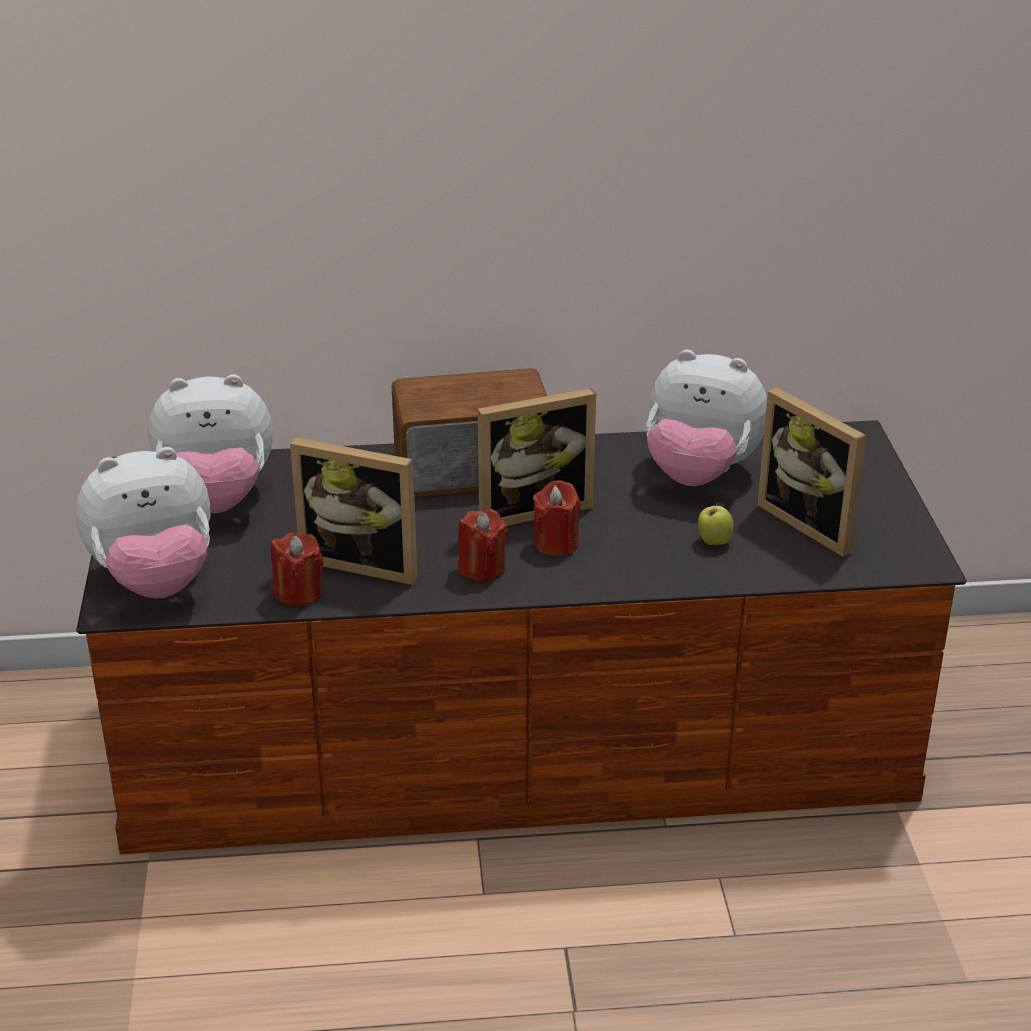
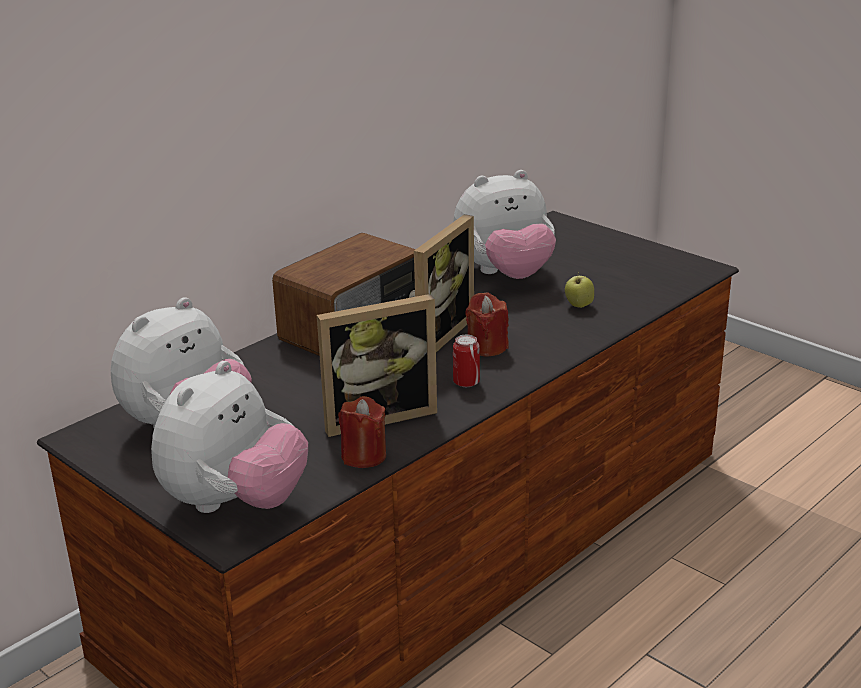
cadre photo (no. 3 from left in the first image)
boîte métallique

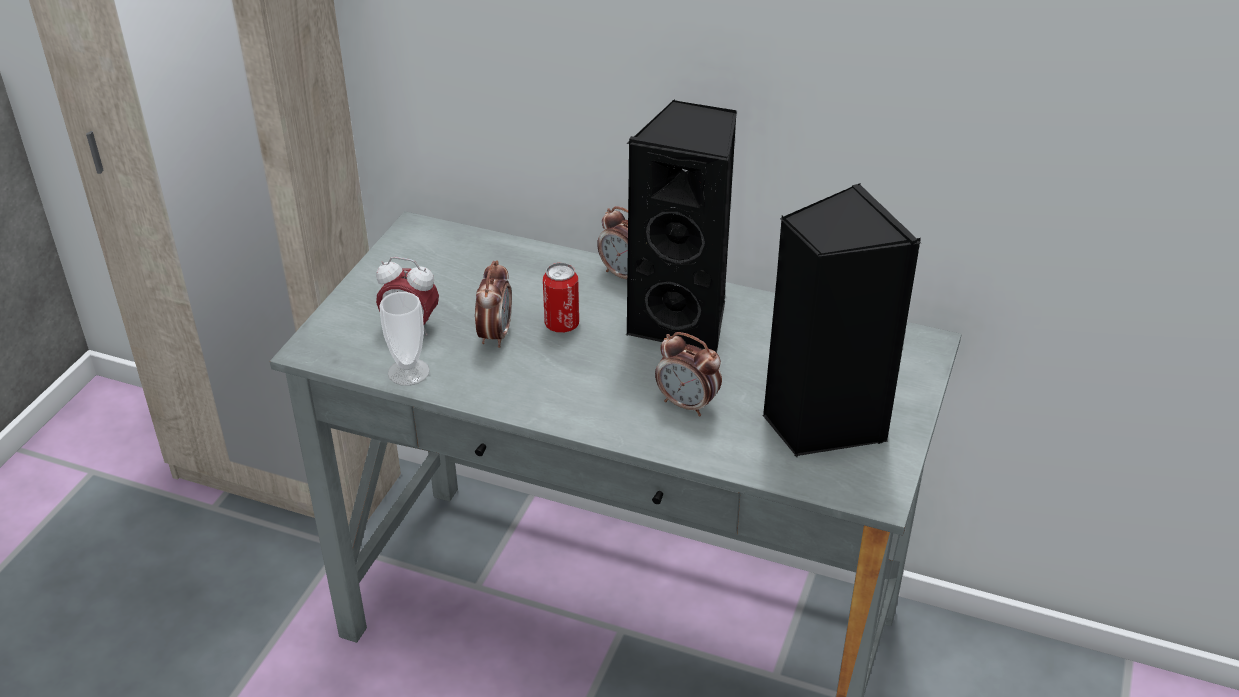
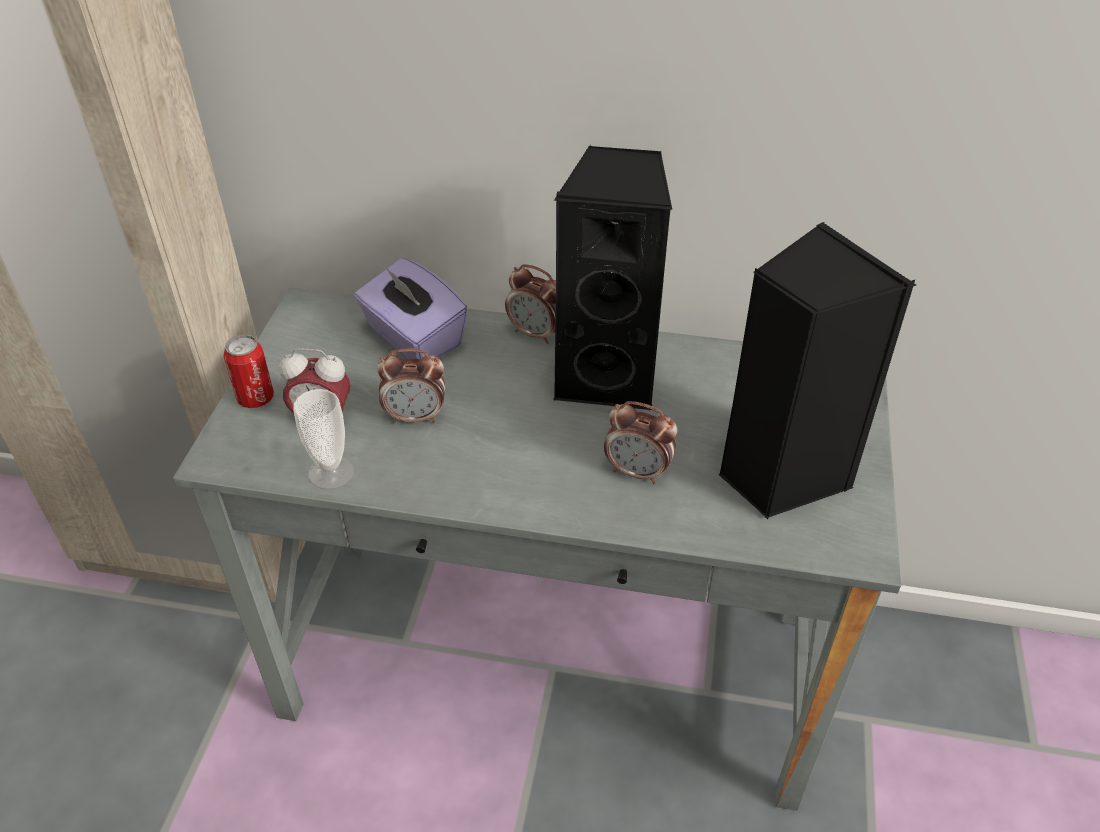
boîte à mouchoirs (violet)
boîte métallique
réveil (no. 2 from left)

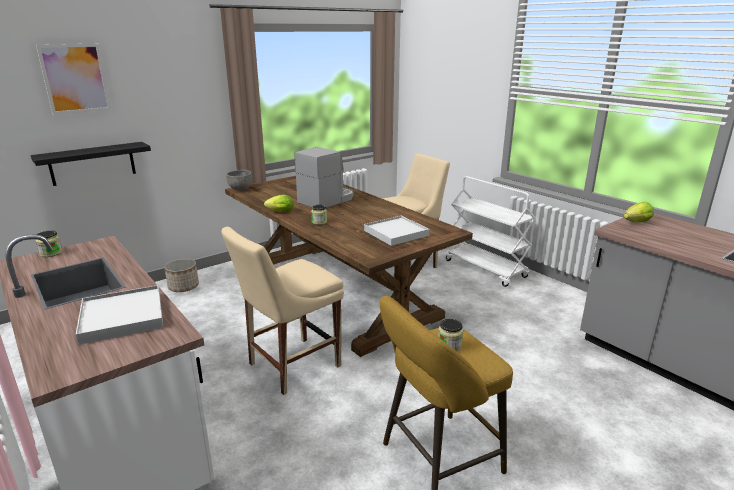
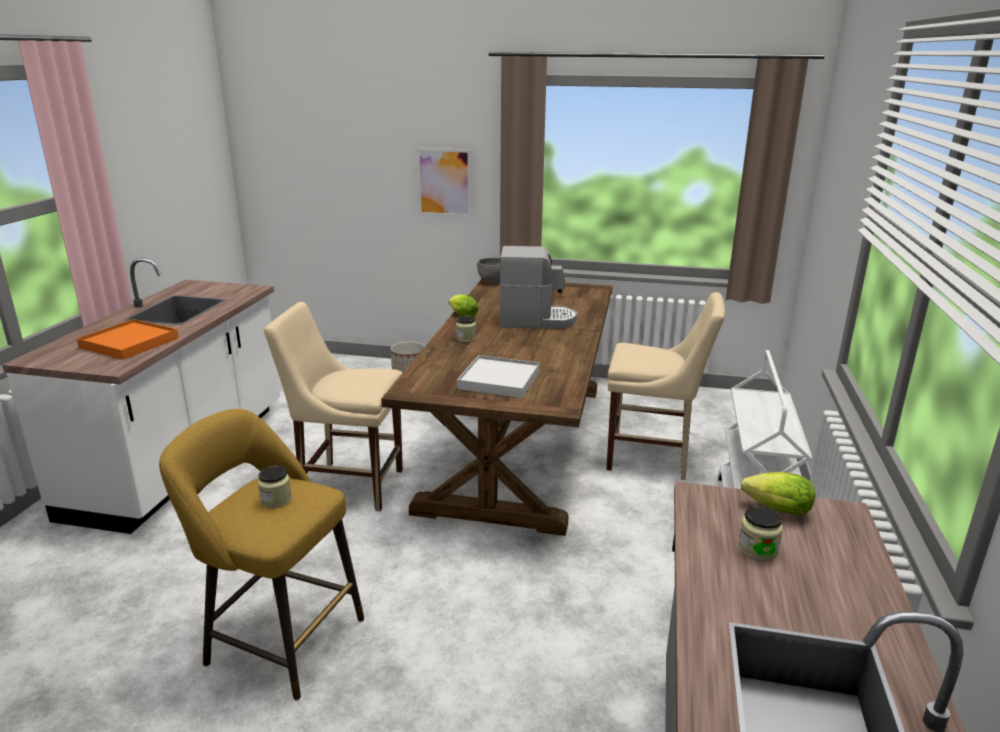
étagère (noir)
tableau
bocal (no. 3 from left)
plateau (orange)

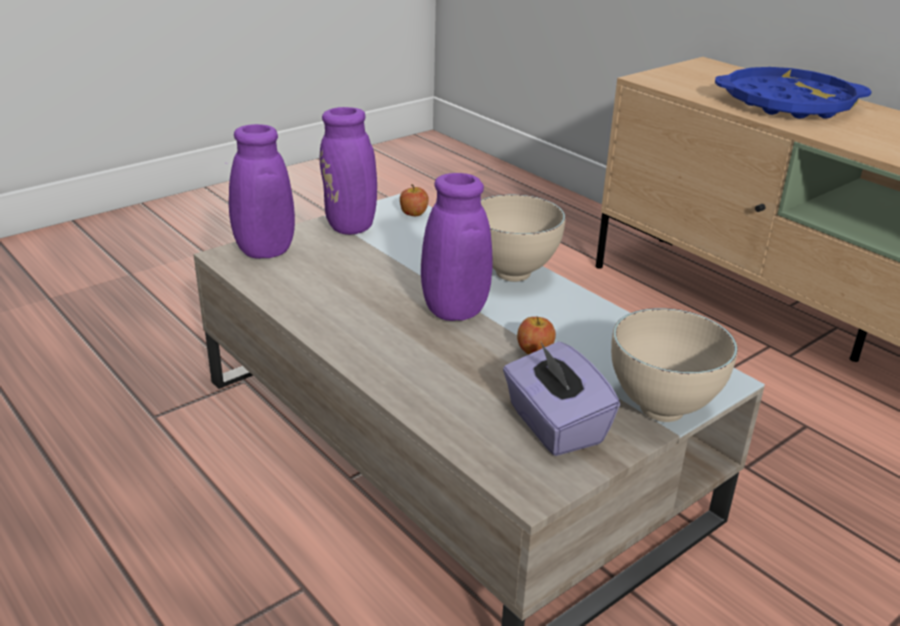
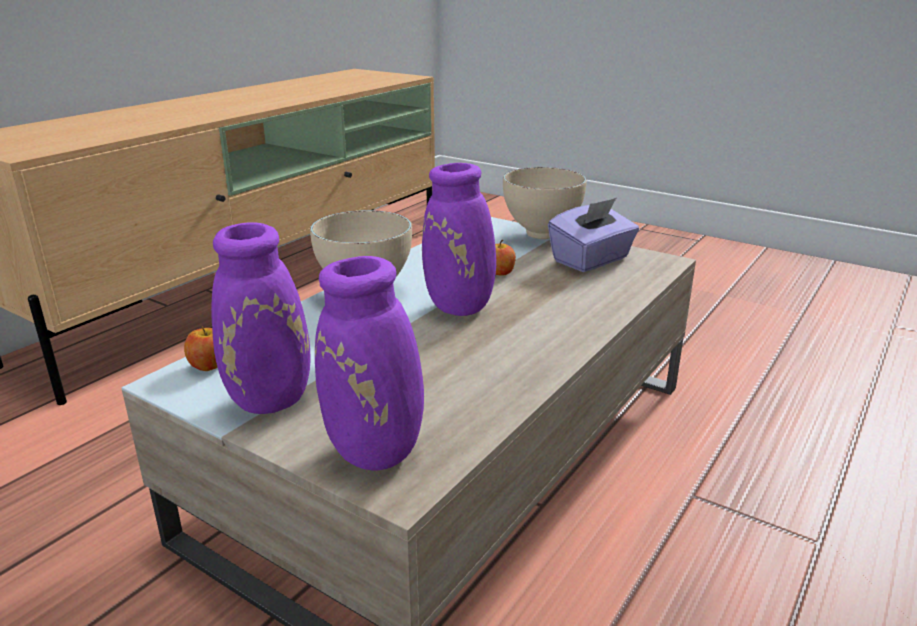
plateau (bleu)

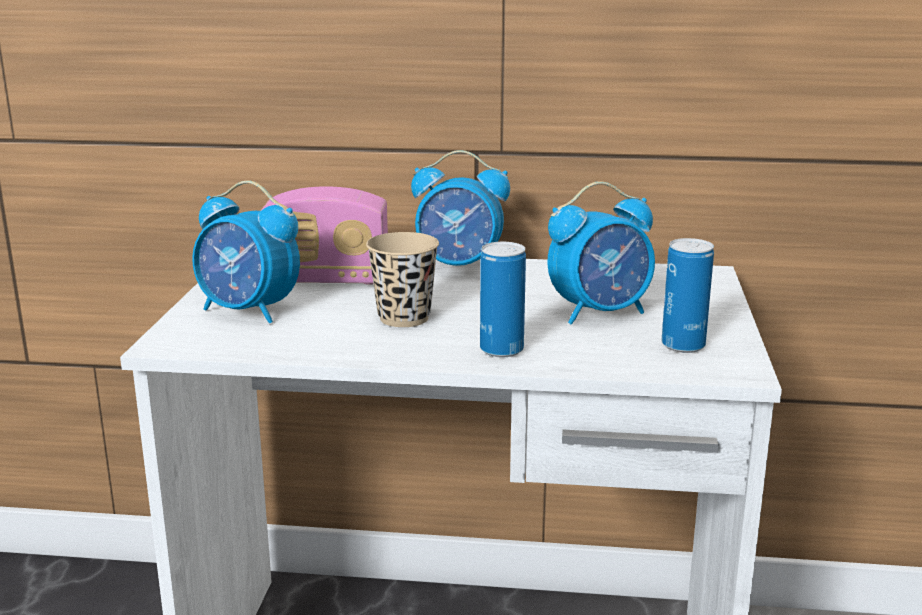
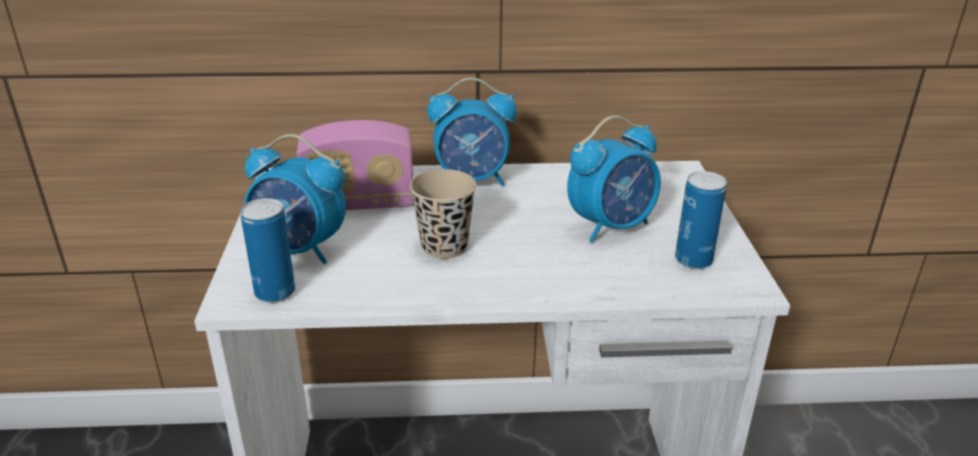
boîte métallique (no. 1 from left)

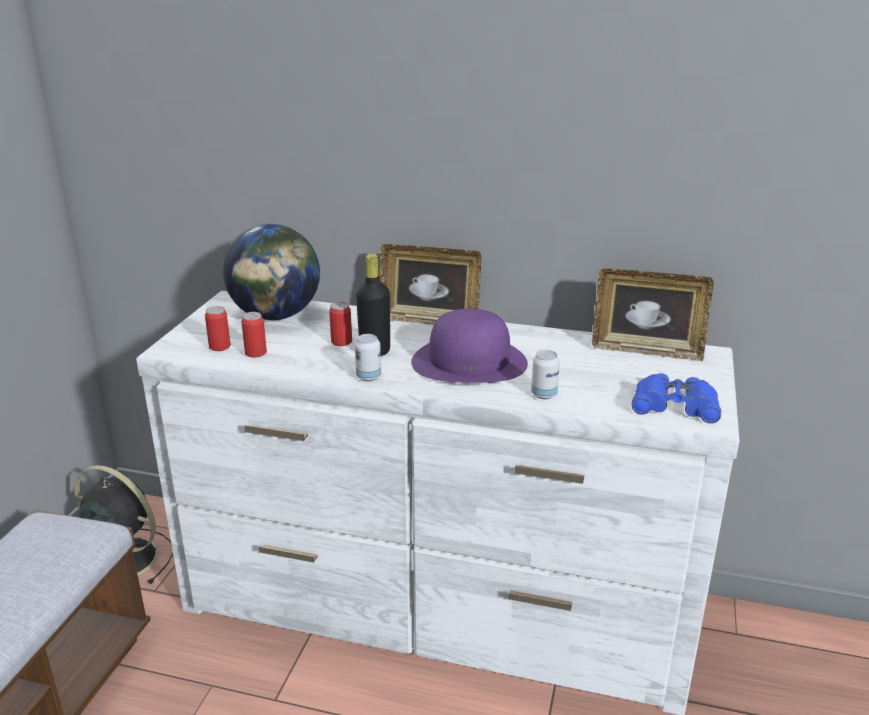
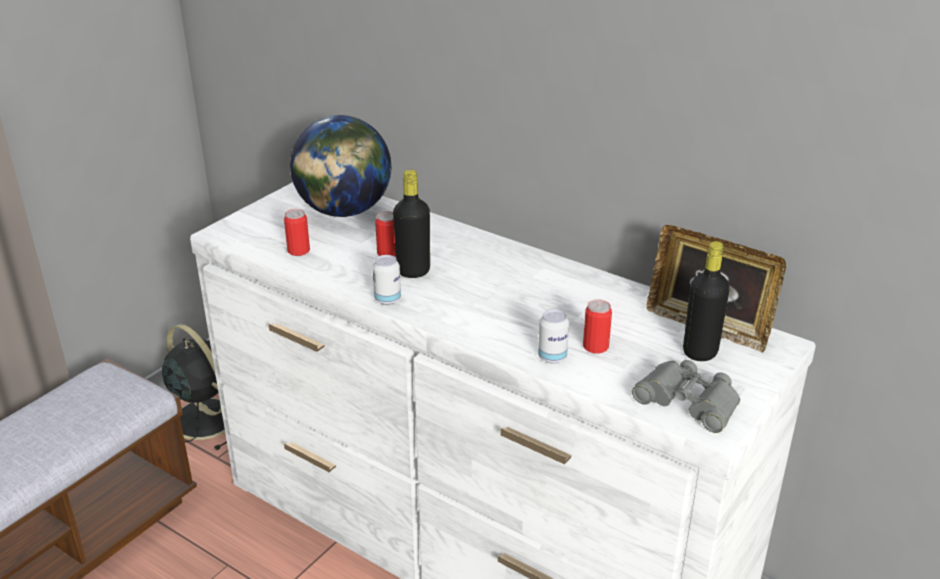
cadre photo (no. 1 from left in the first image)
chapeau (violet)
bouteille (noir) (no. 2 from left)
boîte métallique (no. 5 from left)
jumelles (gris)

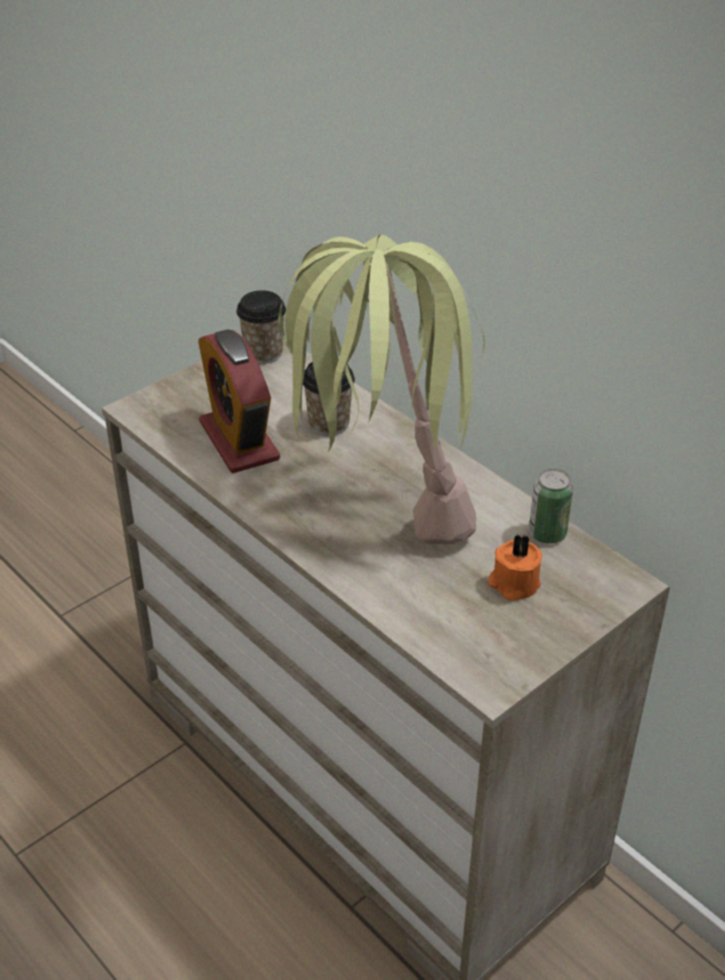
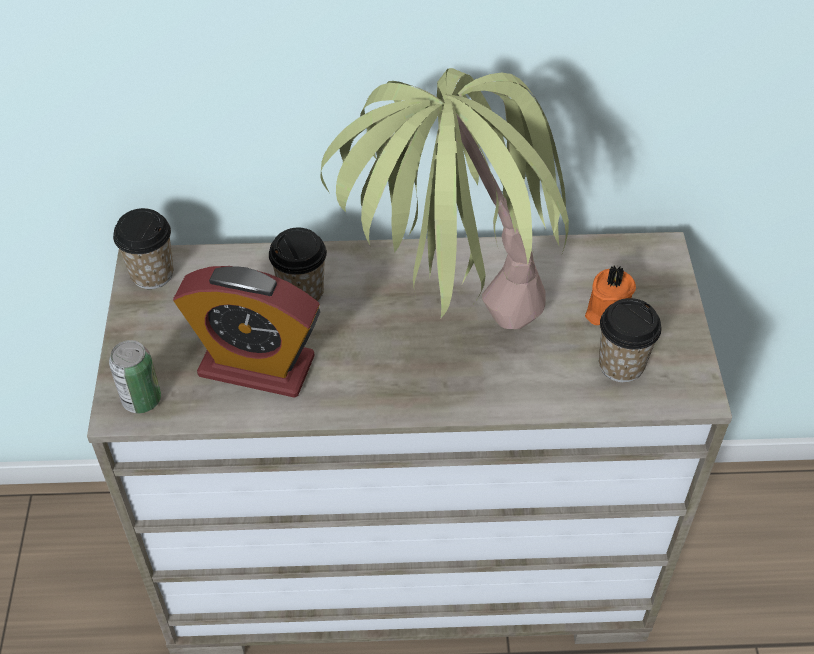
tasse (no. 3 from left)
boîte métallique

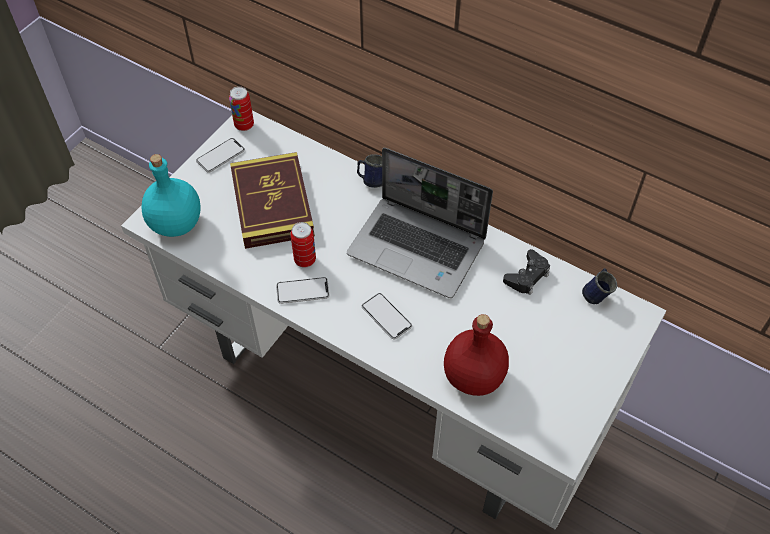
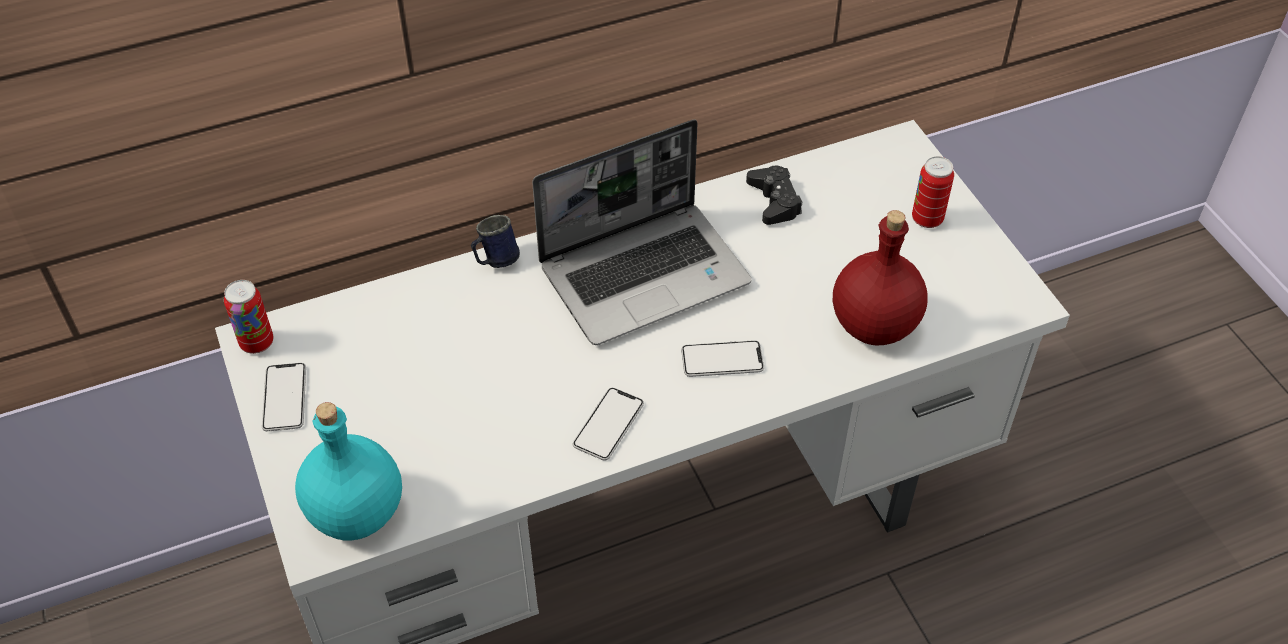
livre
mug (bleu) (no. 2 from left in the first image)
boîte métallique (no. 2 from left)

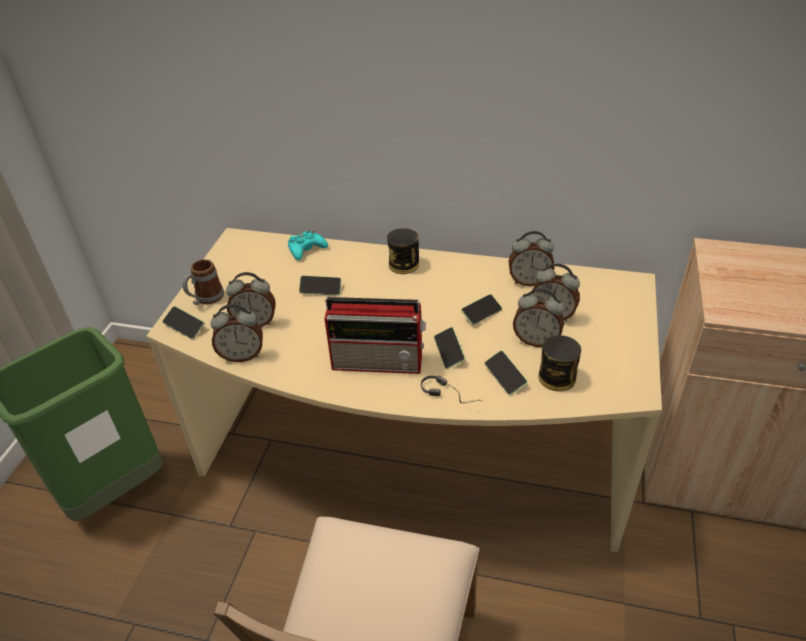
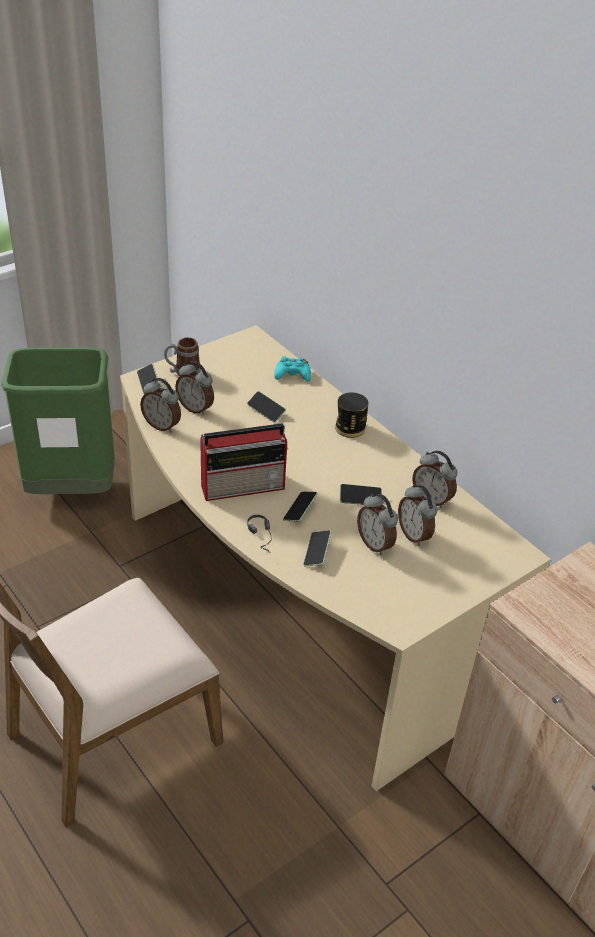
boîte métallique (no. 2 from left in the first image)
radio

